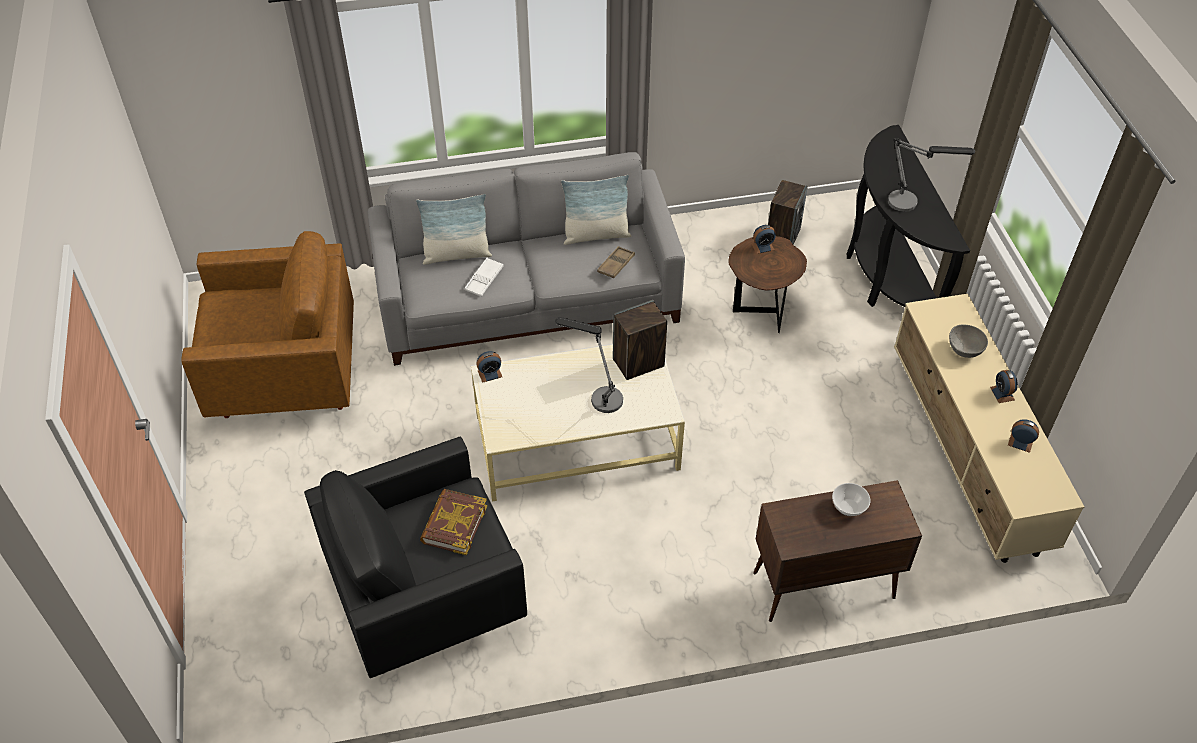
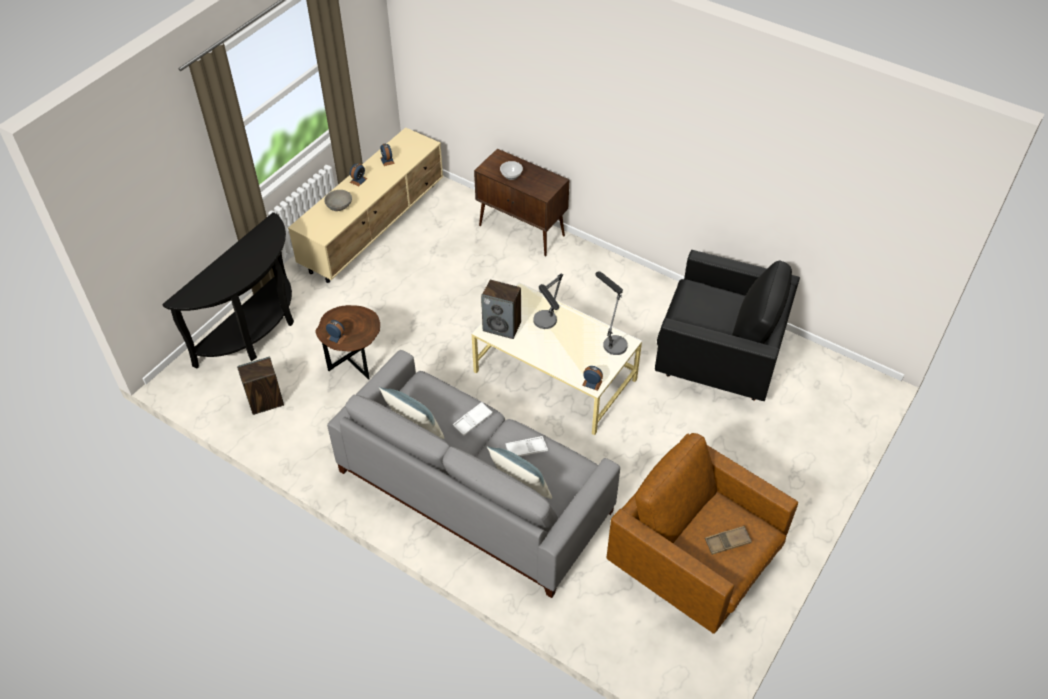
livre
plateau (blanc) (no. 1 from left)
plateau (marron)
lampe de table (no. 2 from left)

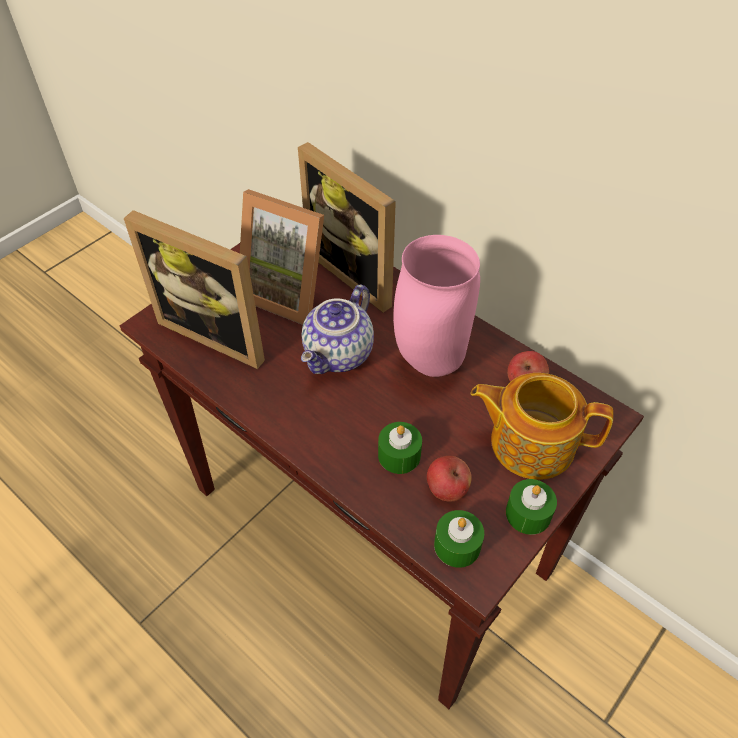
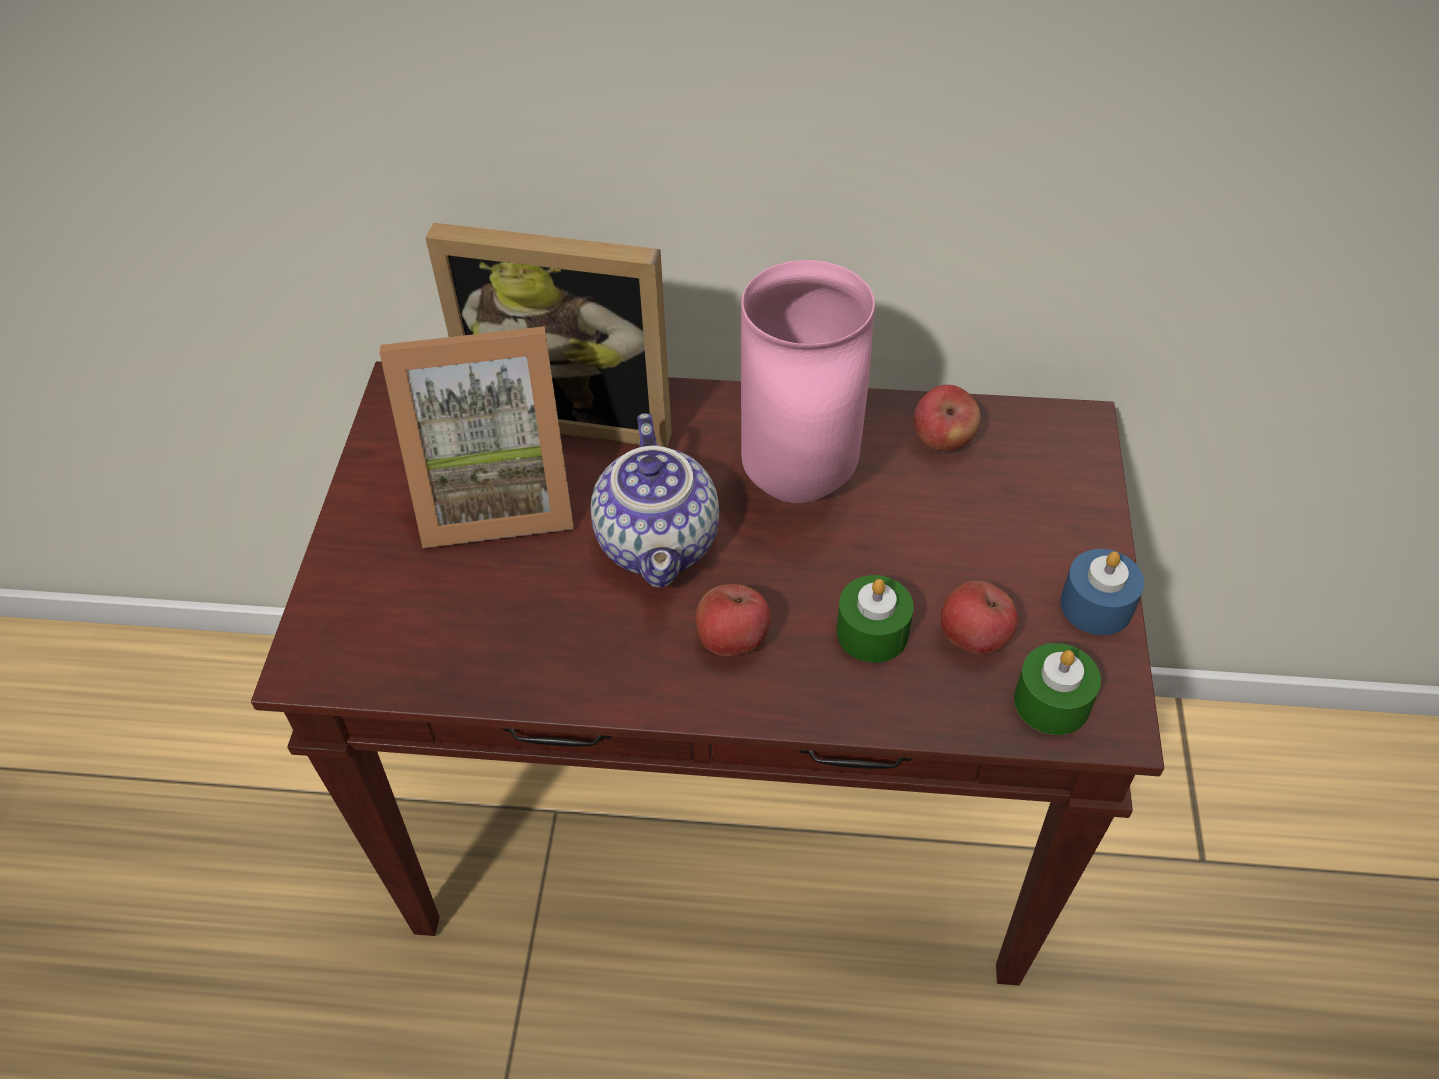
cadre photo (no. 1 from left in the first image)
théière (no. 2 from left in the first image)
pomme (no. 1 from left)
bougie (bleu)

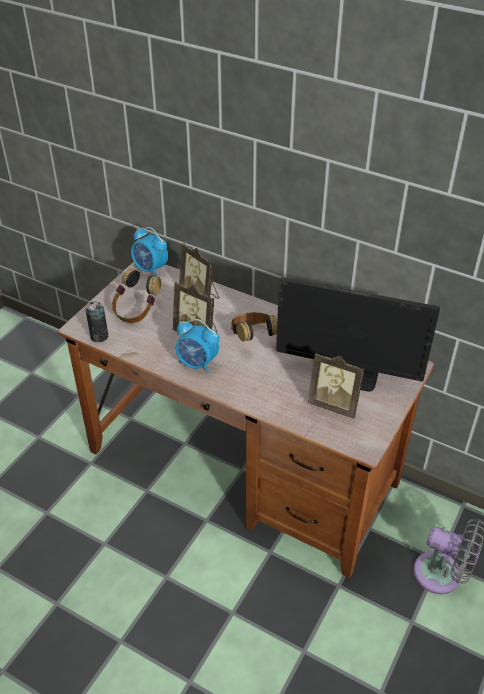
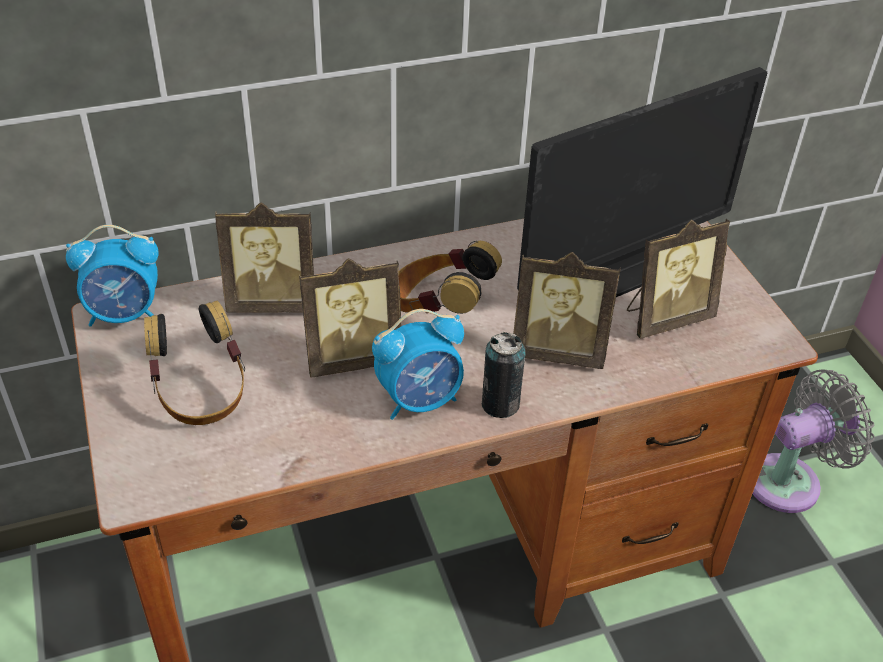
cadre photo (no. 3 from left)
boîte métallique

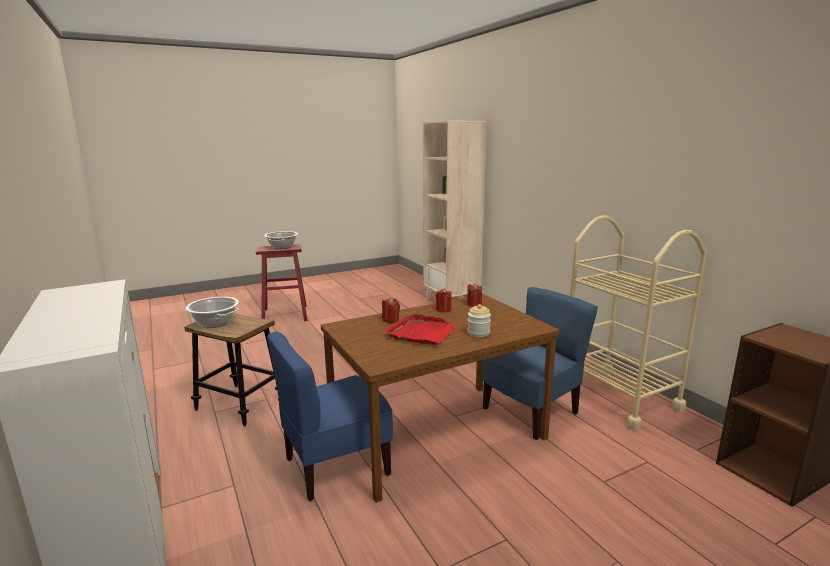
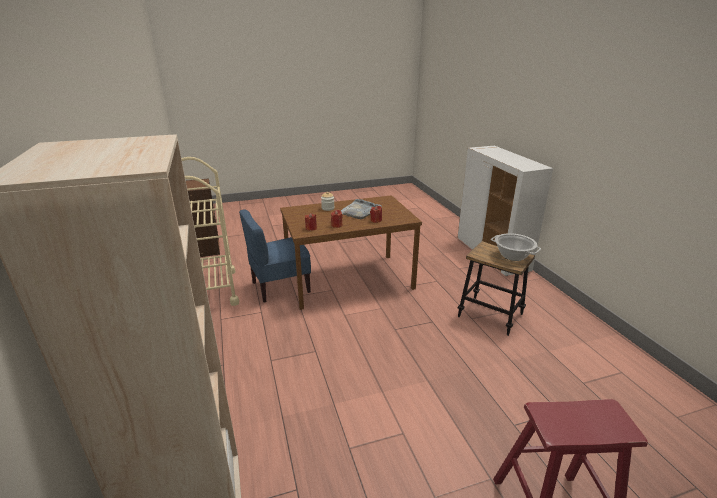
marmite (no. 2 from left in the first image)
chaise (bleu) (no. 1 from left in the first image)
plateau (gris)

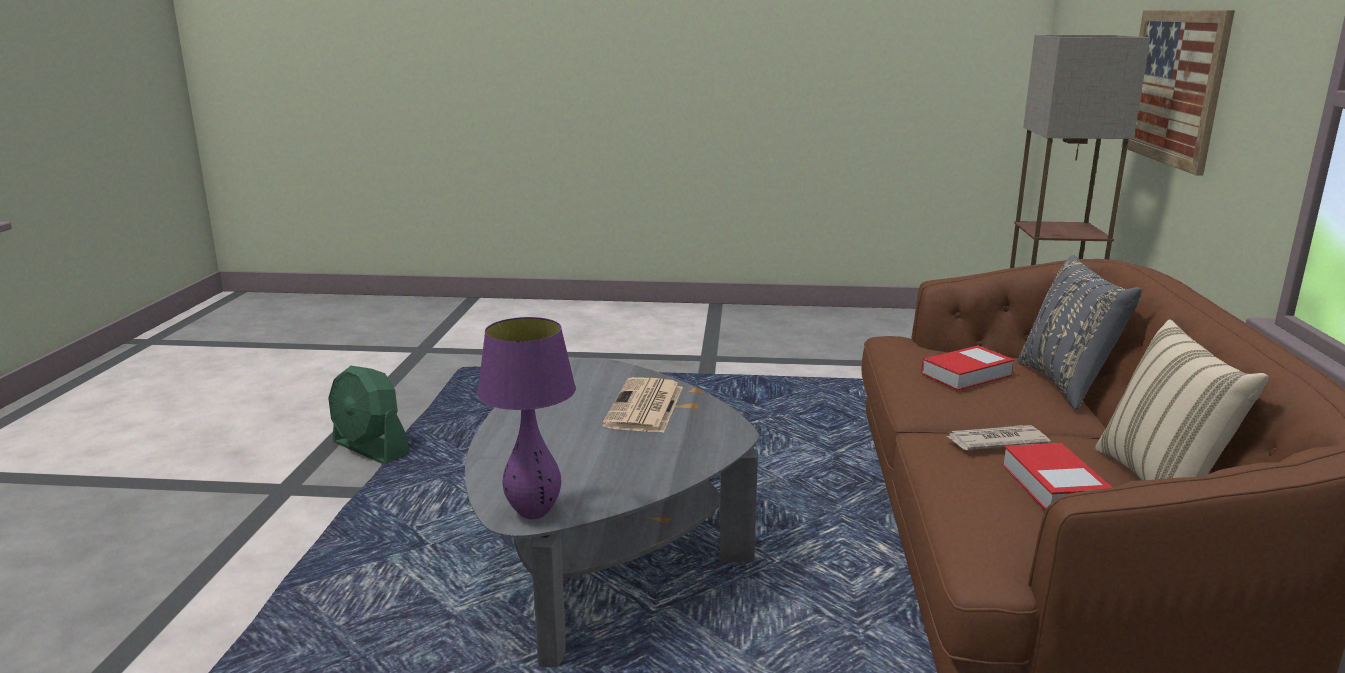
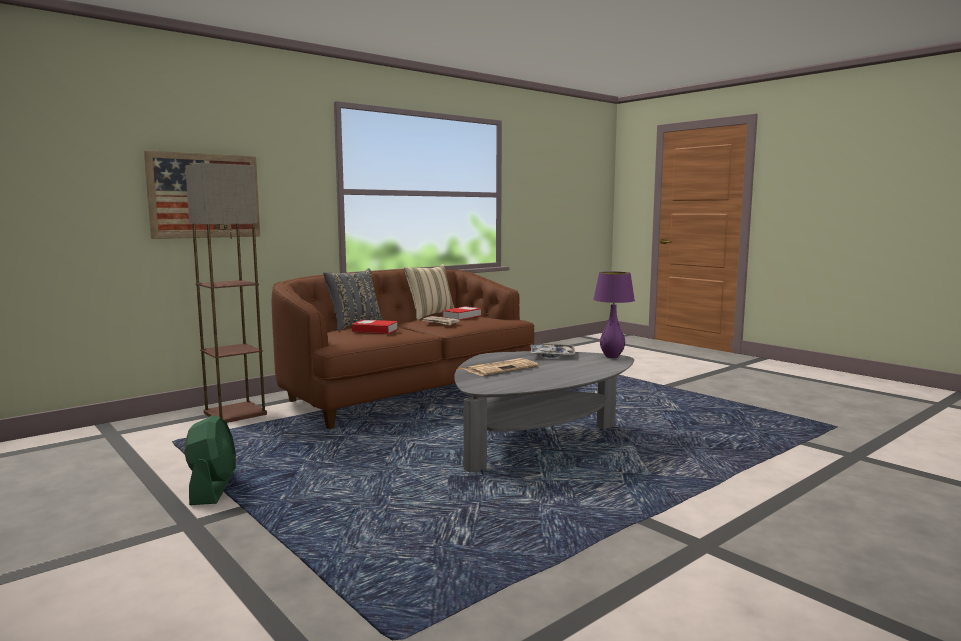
plateau
ventilateur (vert)

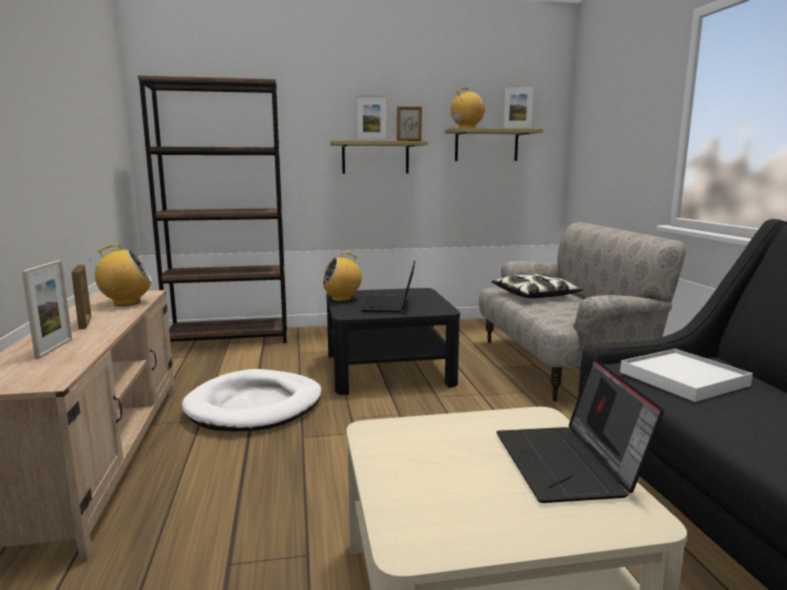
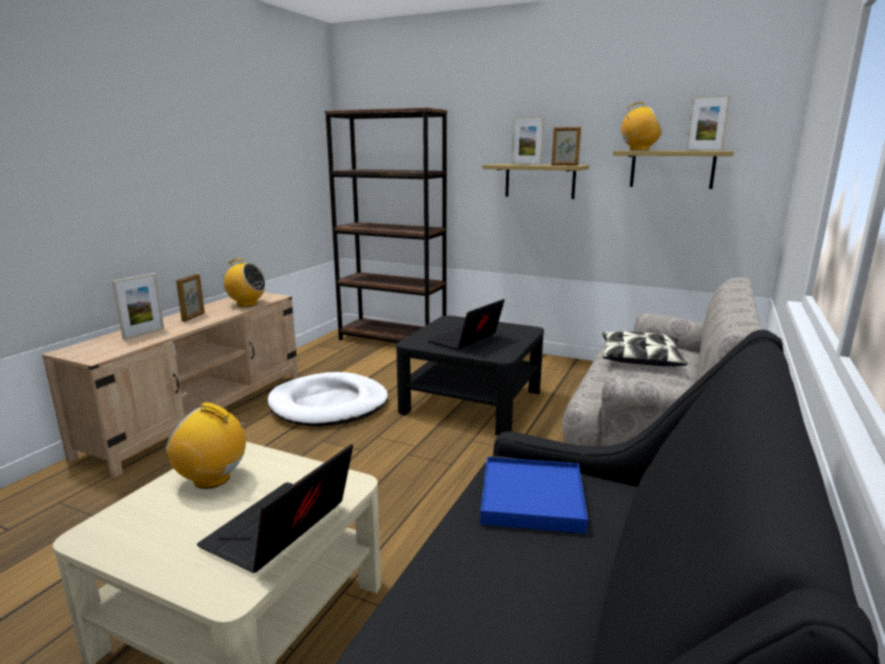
radio (no. 1 from left)
plateau (bleu)

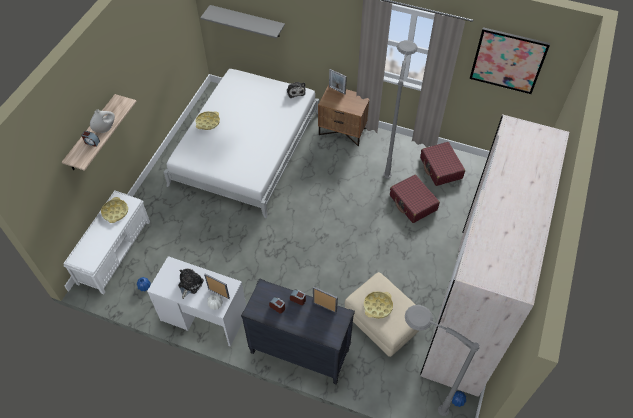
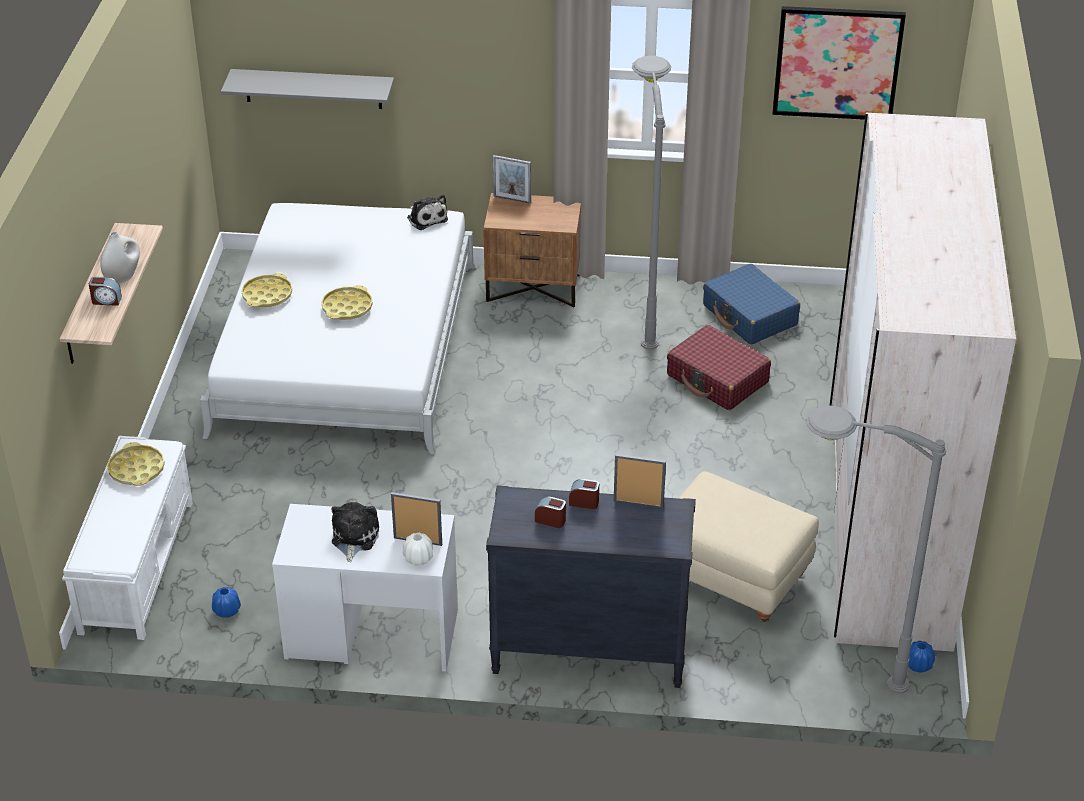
plateau (jaune) (no. 3 from left)
valise (bleu)

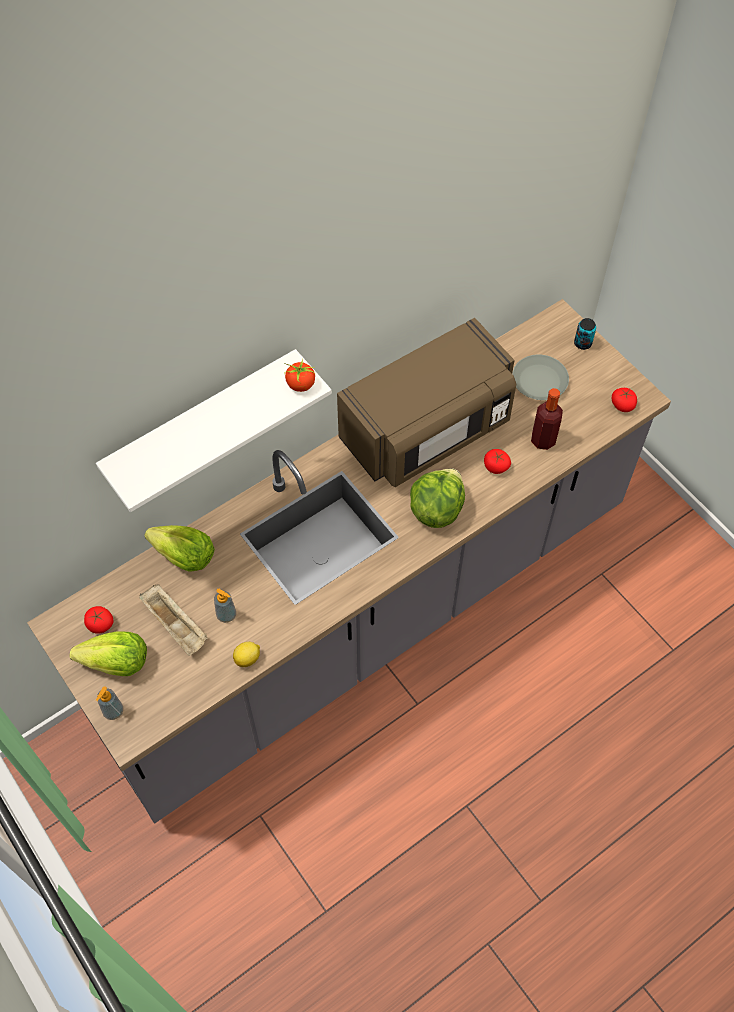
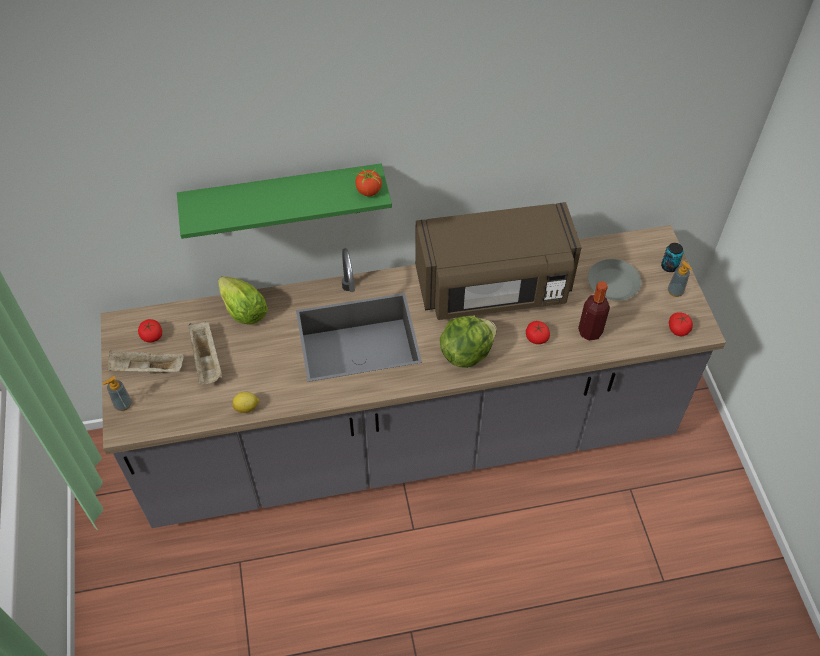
distributeur de savon (no. 2 from left)
plateau (beige) (no. 1 from left)
étagère (vert)

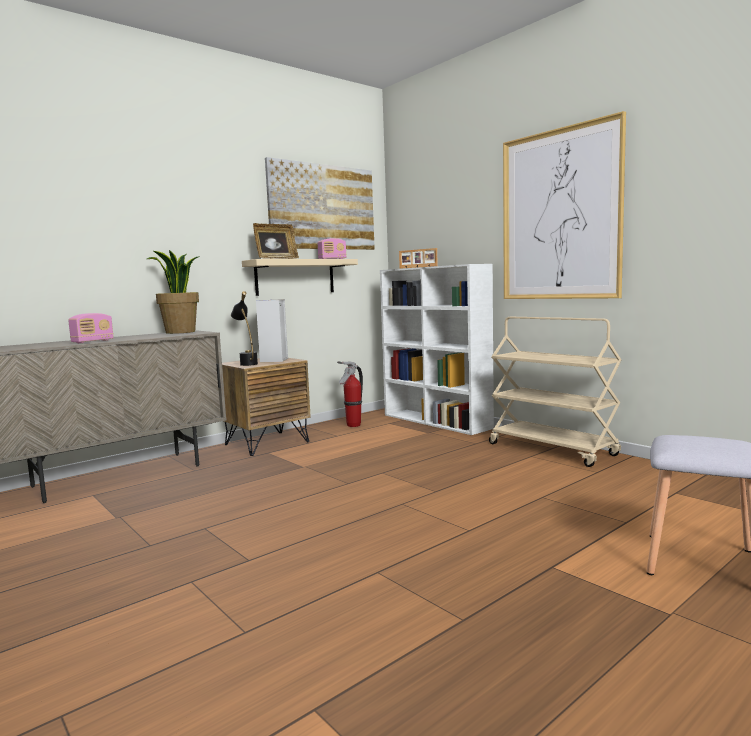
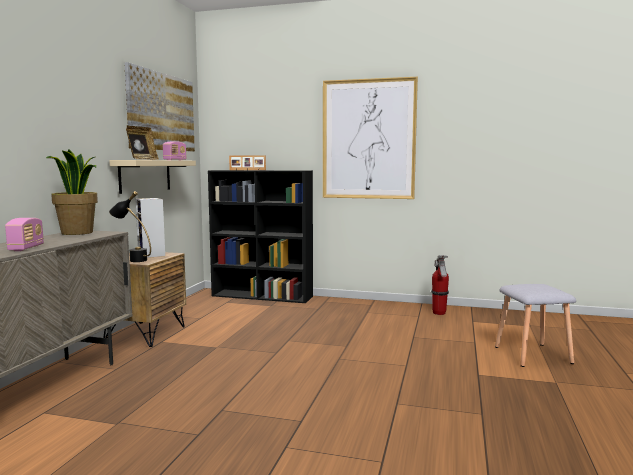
chariot (beige)
extincteur
bibliothèque (noir)

